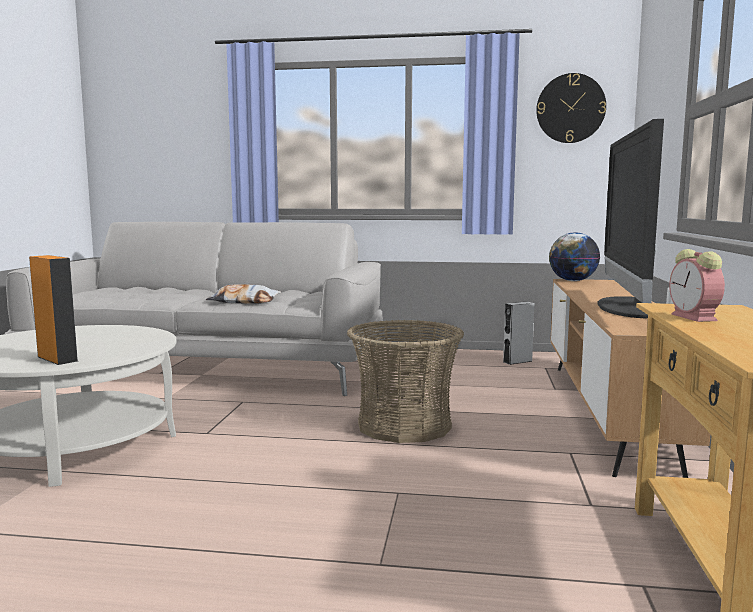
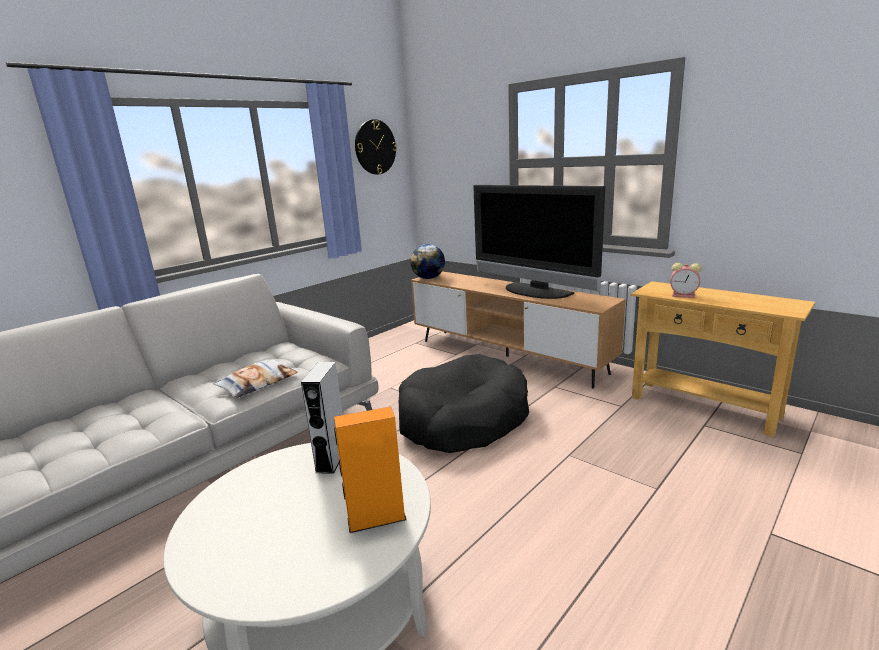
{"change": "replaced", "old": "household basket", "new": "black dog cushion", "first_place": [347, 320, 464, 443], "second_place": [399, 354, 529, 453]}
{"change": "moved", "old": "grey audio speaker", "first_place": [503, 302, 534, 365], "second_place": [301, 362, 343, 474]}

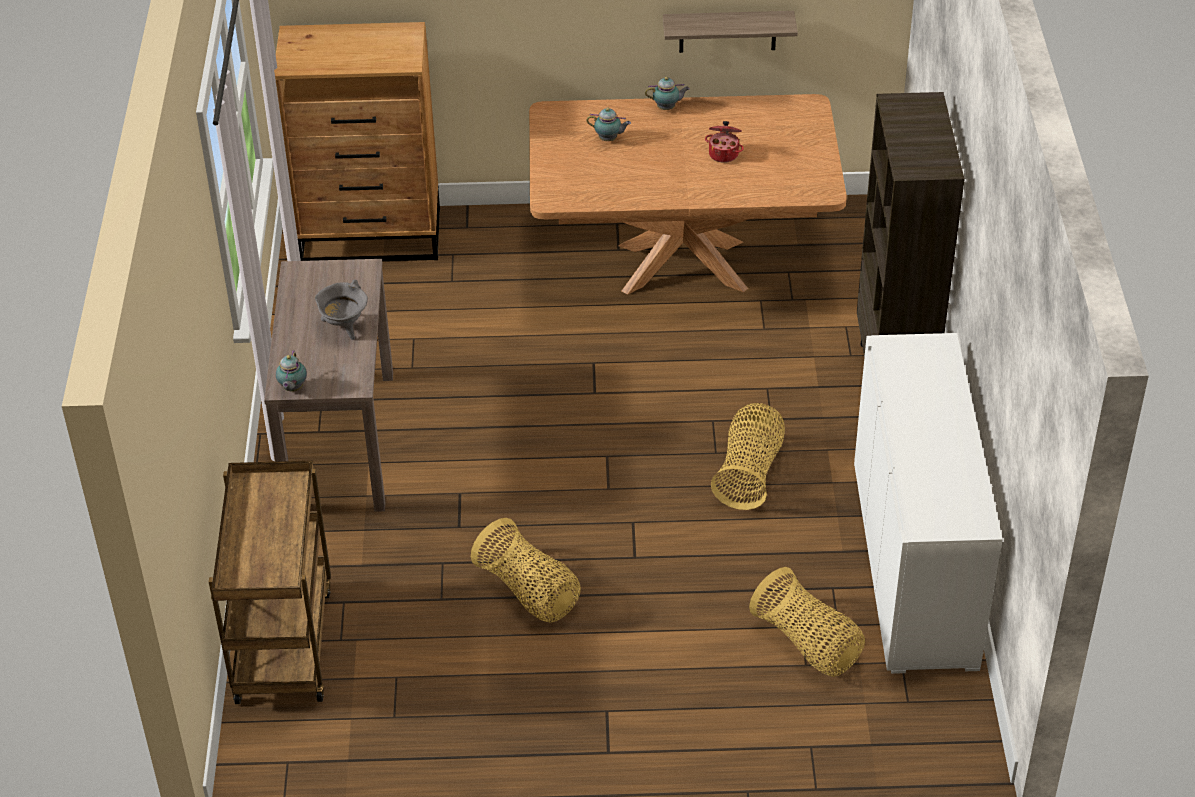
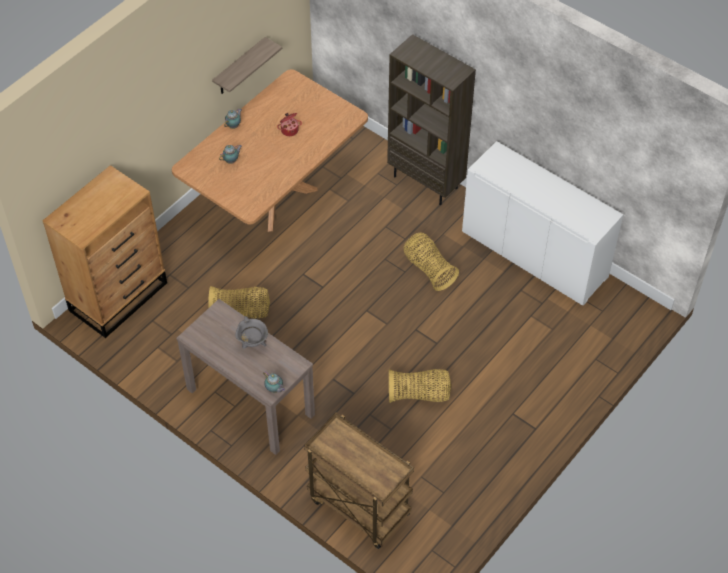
{"change": "moved", "old": "household basket", "first_place": [749, 567, 865, 677], "second_place": [208, 286, 270, 318]}

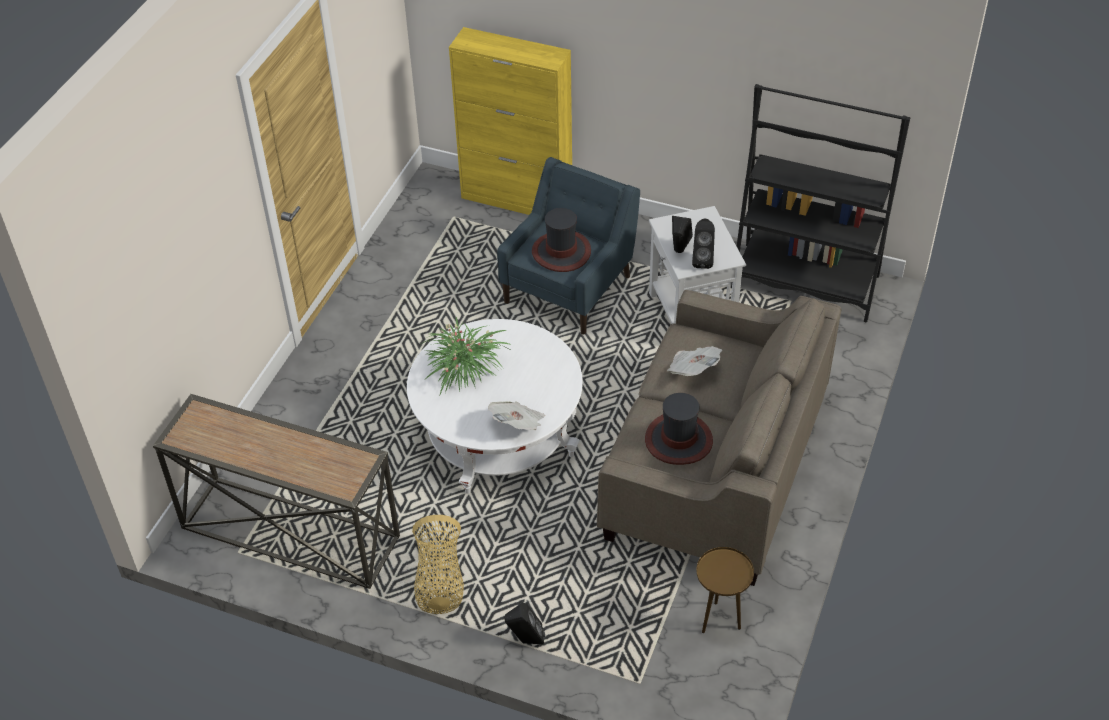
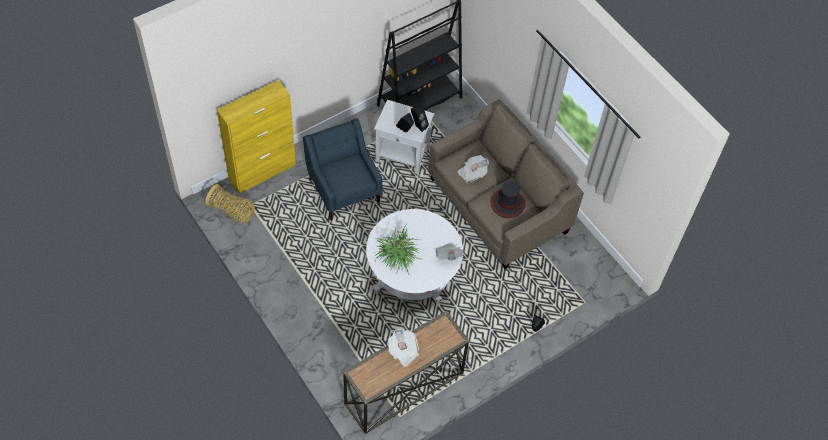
{"change": "moved", "old": "household basket", "first_place": [412, 515, 464, 614], "second_place": [205, 184, 255, 224]}
{"change": "removed", "old": "wearable hat", "first_place": [532, 208, 591, 272]}
{"change": "removed", "old": "brownish end table", "first_place": [696, 547, 754, 633]}
{"change": "added", "new": "newspaper", "second_place": [388, 328, 419, 367]}

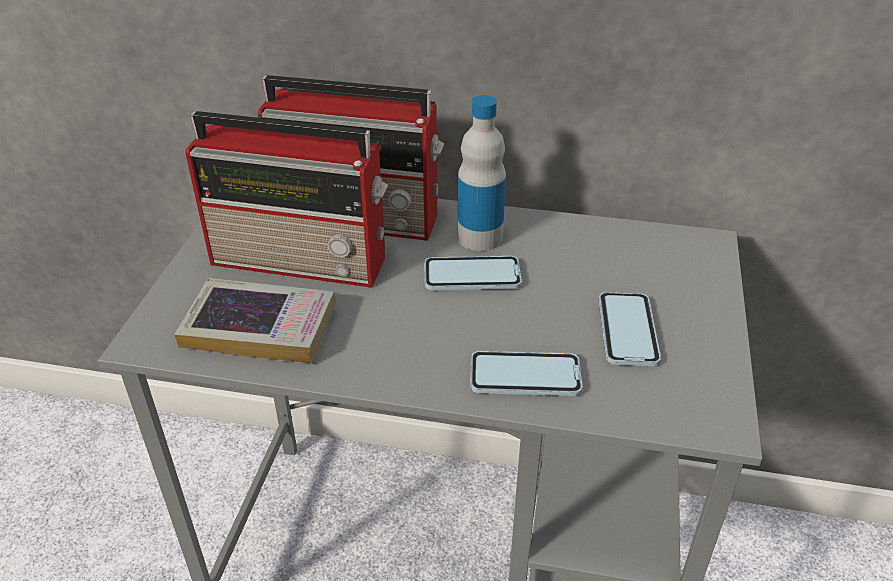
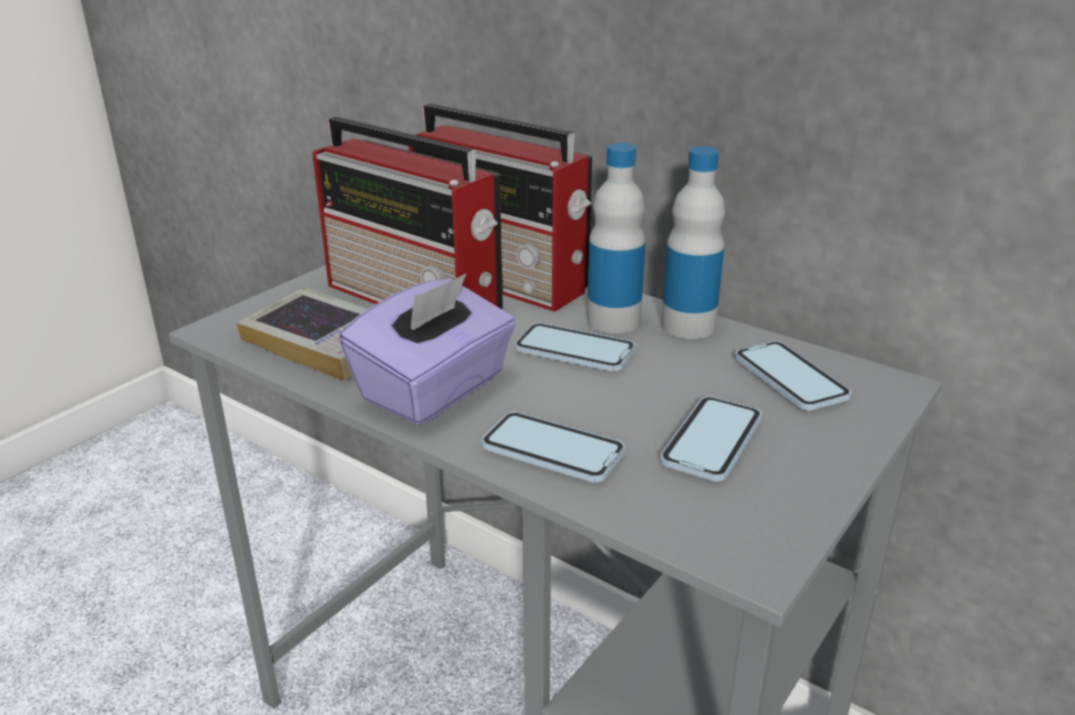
{"change": "added", "new": "purplish tissue box", "second_place": [339, 274, 516, 425]}
{"change": "added", "new": "bottle", "second_place": [661, 147, 725, 339]}
{"change": "added", "new": "telephone", "second_place": [735, 341, 851, 411]}

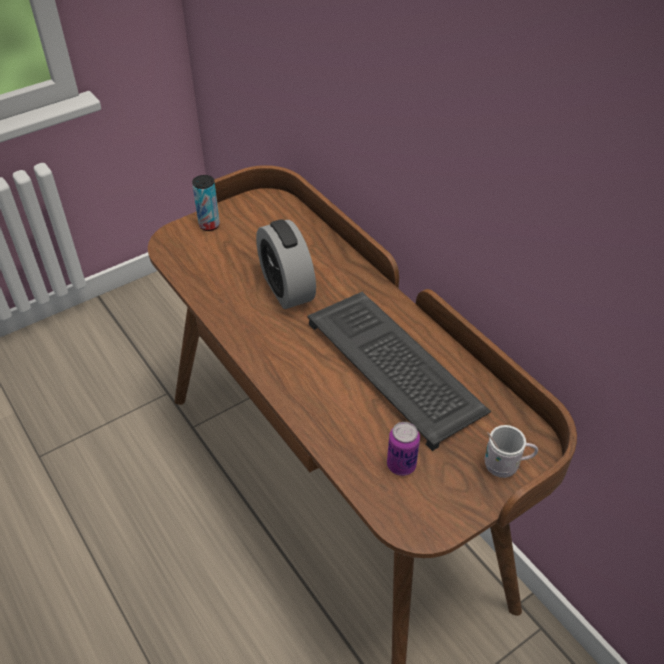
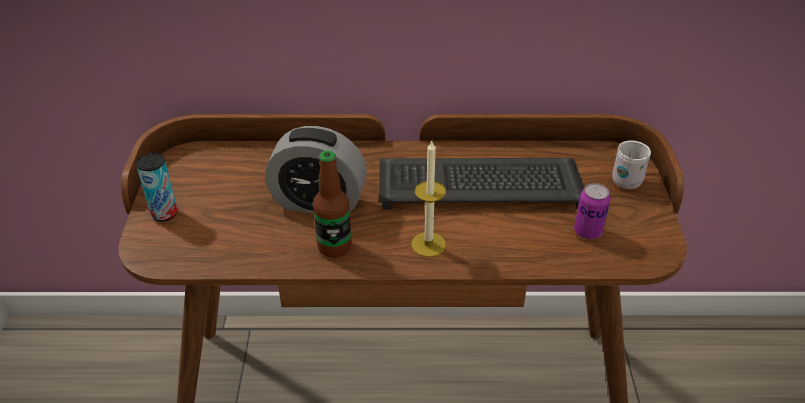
{"change": "added", "new": "bottle", "second_place": [313, 150, 352, 258]}
{"change": "added", "new": "wax light", "second_place": [411, 141, 446, 257]}

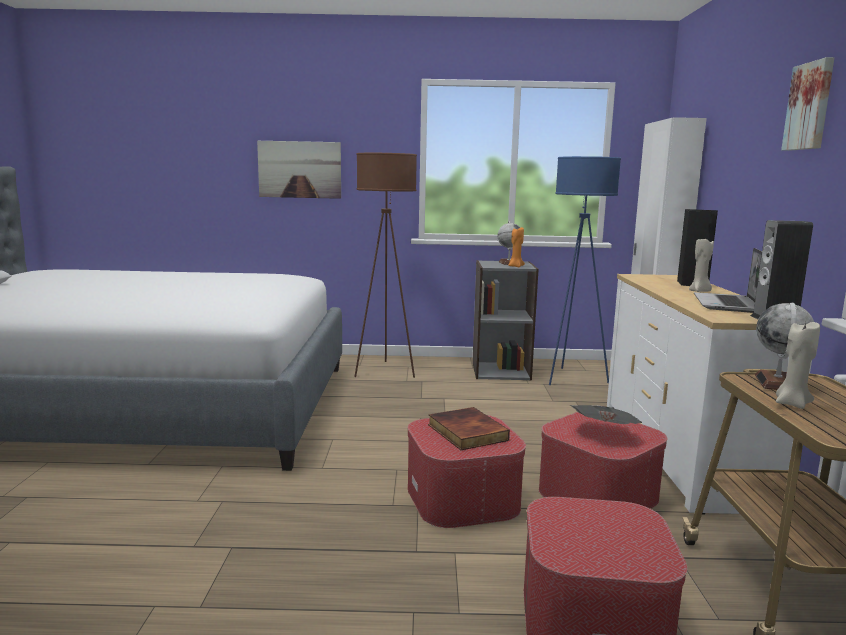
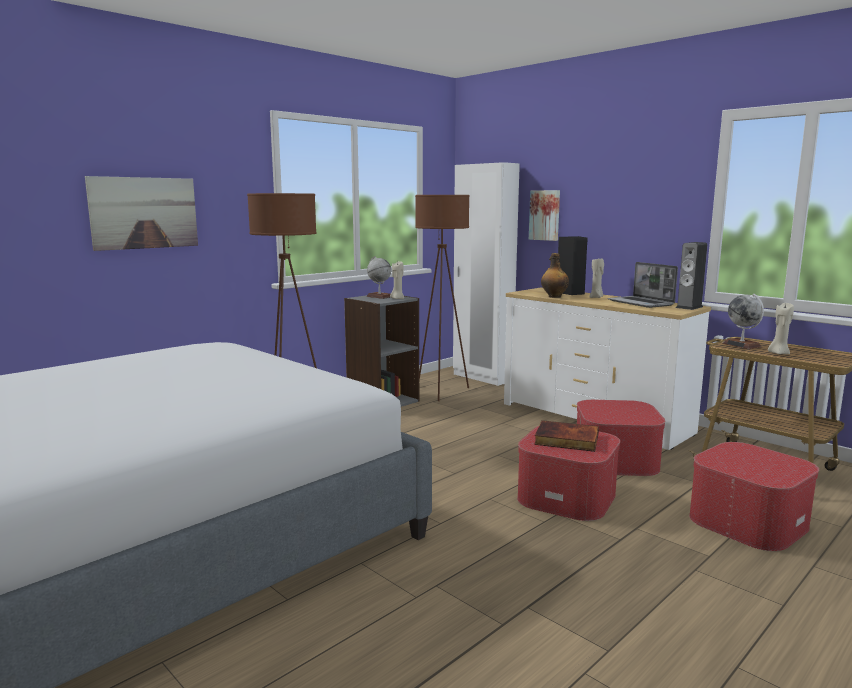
{"change": "recoloured", "old": "orange-coloured wax light", "new": "beige-coloured wax light", "first_place": [508, 227, 525, 267], "second_place": [390, 261, 404, 299]}
{"change": "recoloured", "old": "blue-coloured floor lamp", "new": "brownish floor lamp", "first_place": [549, 156, 621, 385], "second_place": [415, 195, 470, 401]}
{"change": "removed", "old": "newspaper", "first_place": [569, 405, 642, 424]}
{"change": "moved", "old": "wall art", "first_place": [781, 57, 834, 151], "second_place": [529, 190, 560, 241]}
{"change": "added", "new": "bottle", "second_place": [541, 253, 569, 298]}

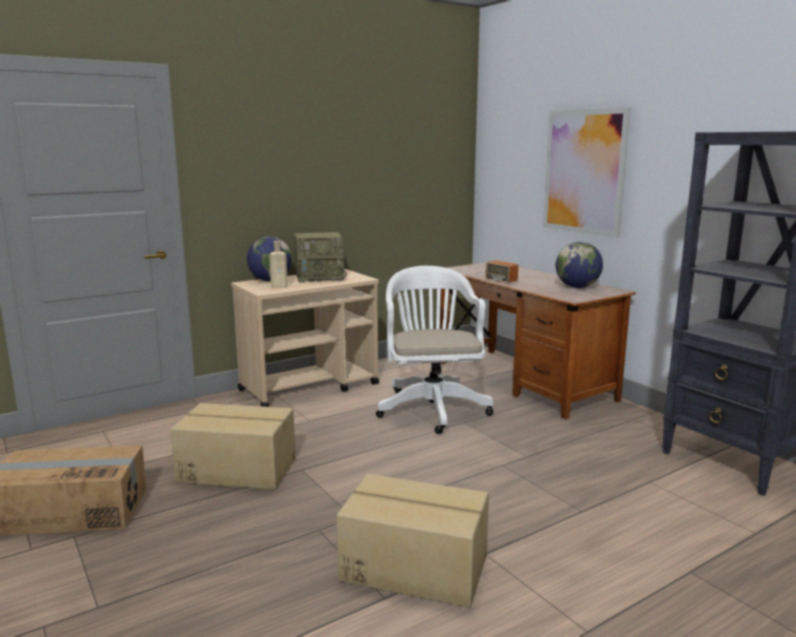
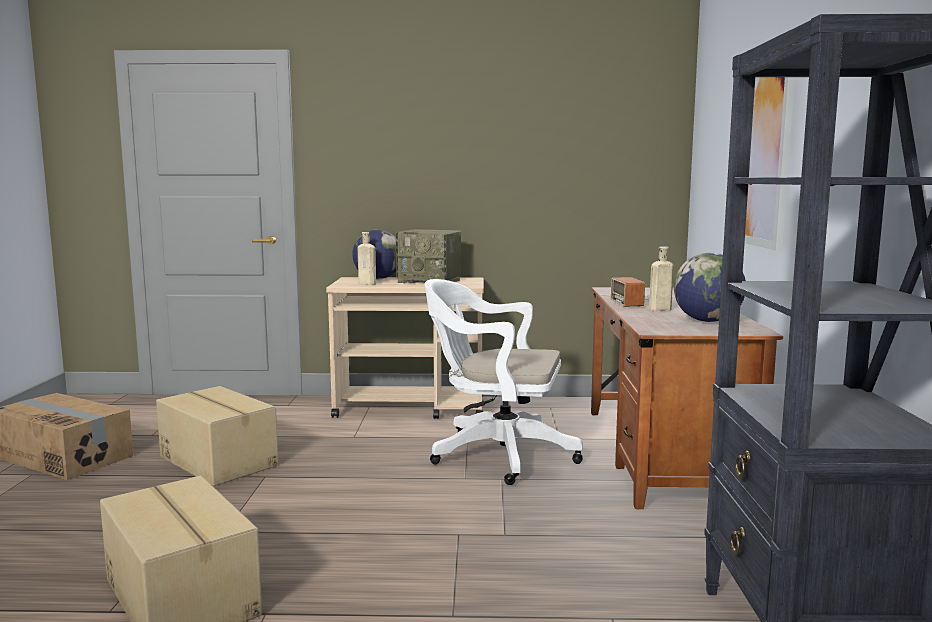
{"change": "turned", "old": "white-coloured computer chair", "first_place": [376, 266, 493, 434], "second_place": [425, 279, 583, 485], "degrees": -105}
{"change": "added", "new": "beige-coloured bottle", "second_place": [649, 246, 674, 311]}

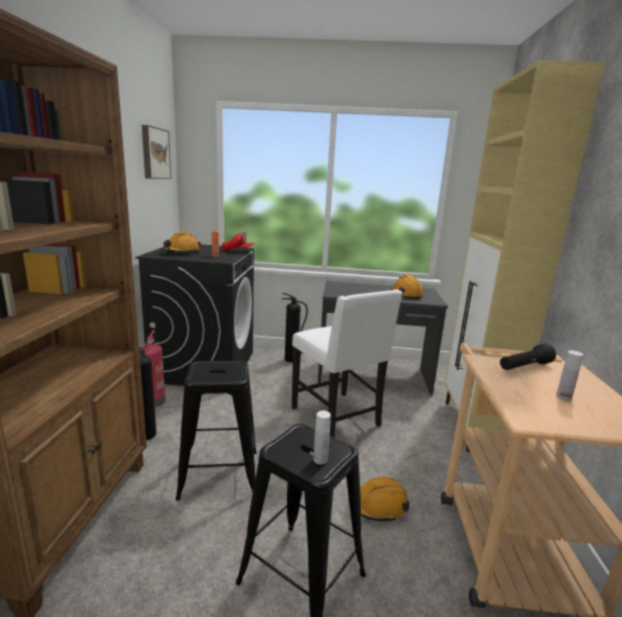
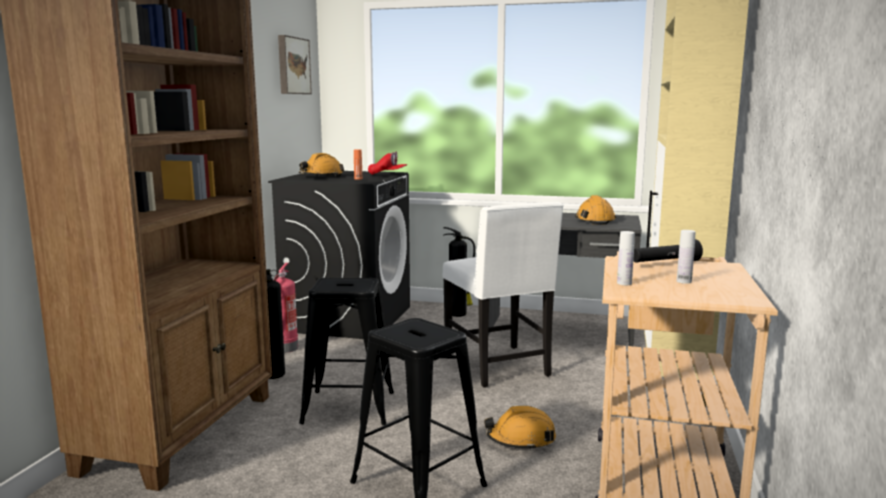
{"change": "moved", "old": "white-coloured bottle", "first_place": [313, 411, 331, 464], "second_place": [617, 231, 635, 285]}

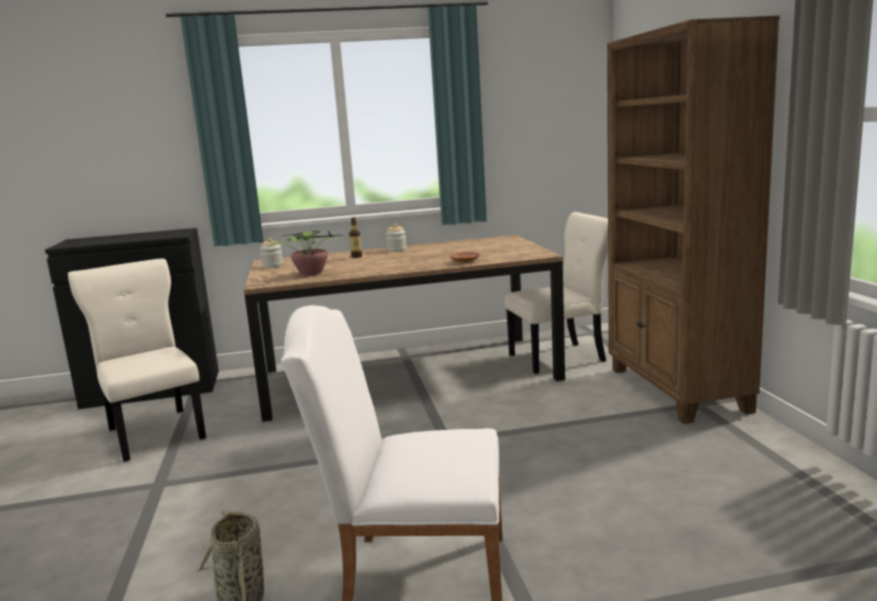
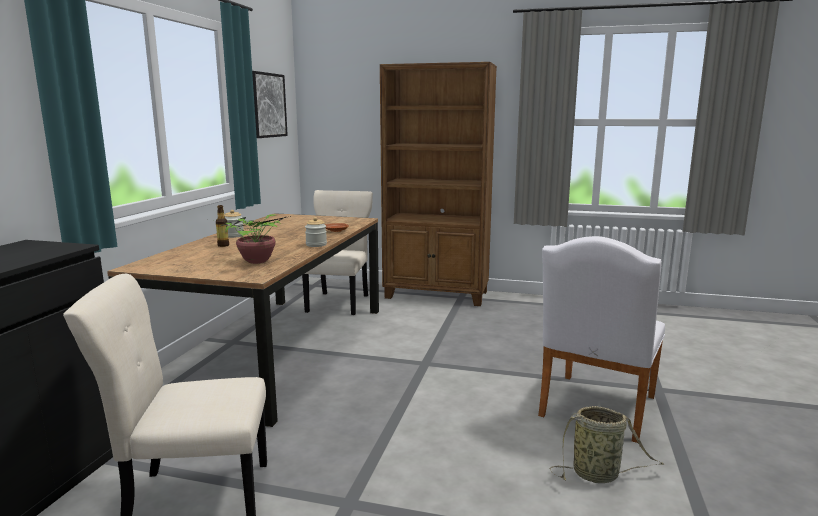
{"change": "moved", "old": "jar", "first_place": [260, 238, 283, 268], "second_place": [305, 217, 327, 247]}
{"change": "added", "new": "wall art", "second_place": [252, 71, 288, 138]}

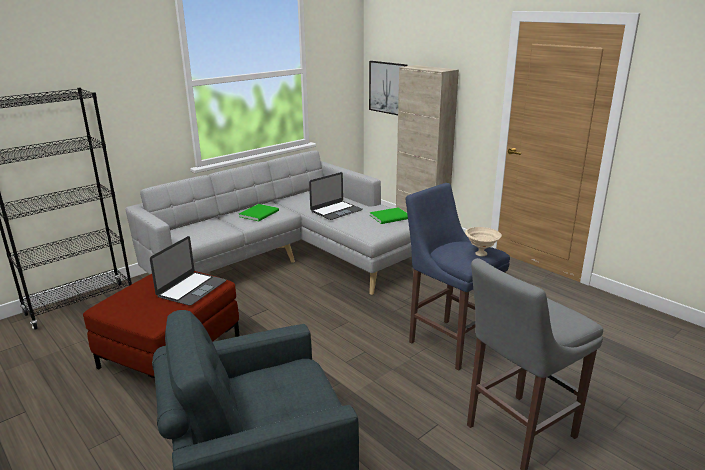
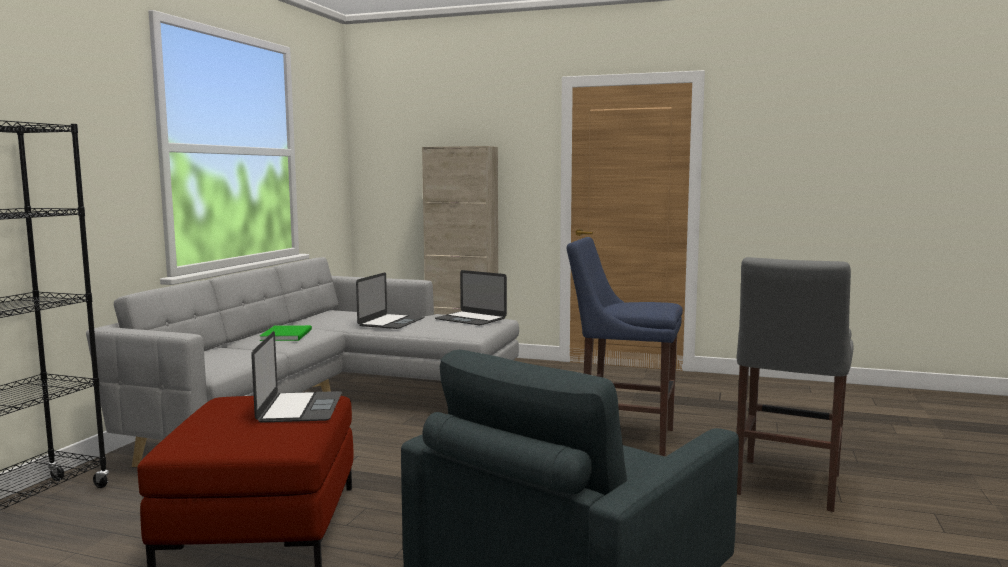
{"change": "removed", "old": "wall art", "first_place": [369, 61, 407, 115]}
{"change": "replaced", "old": "green-coloured volume", "new": "laptop", "first_place": [370, 207, 408, 224], "second_place": [435, 270, 507, 325]}
{"change": "removed", "old": "beige-coloured deep dish", "first_place": [465, 227, 502, 257]}

